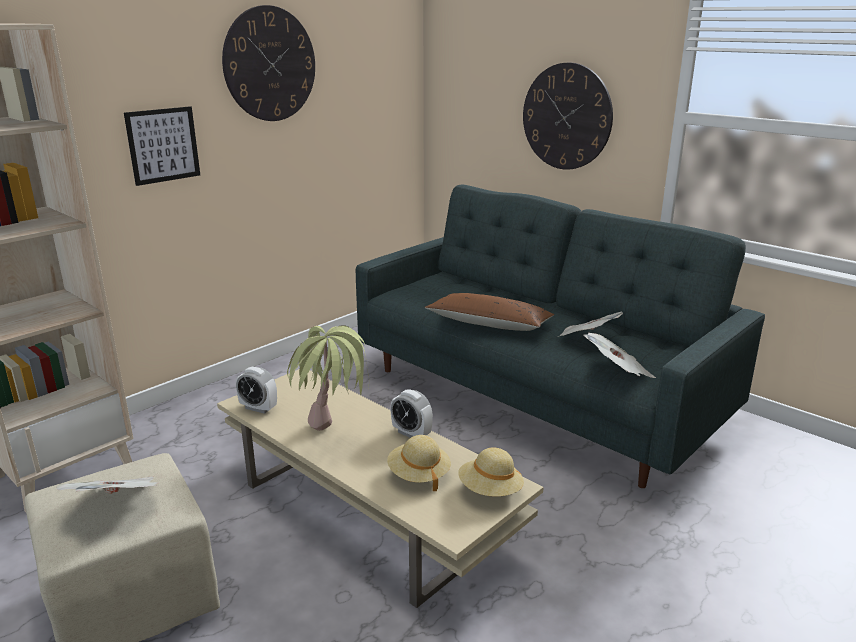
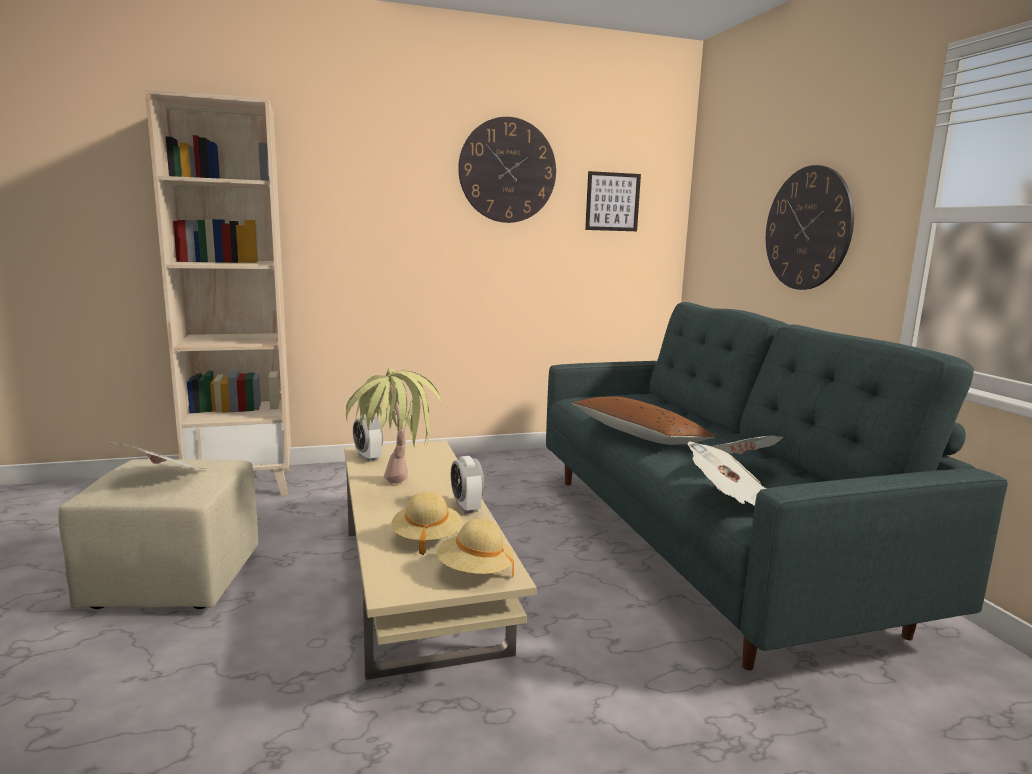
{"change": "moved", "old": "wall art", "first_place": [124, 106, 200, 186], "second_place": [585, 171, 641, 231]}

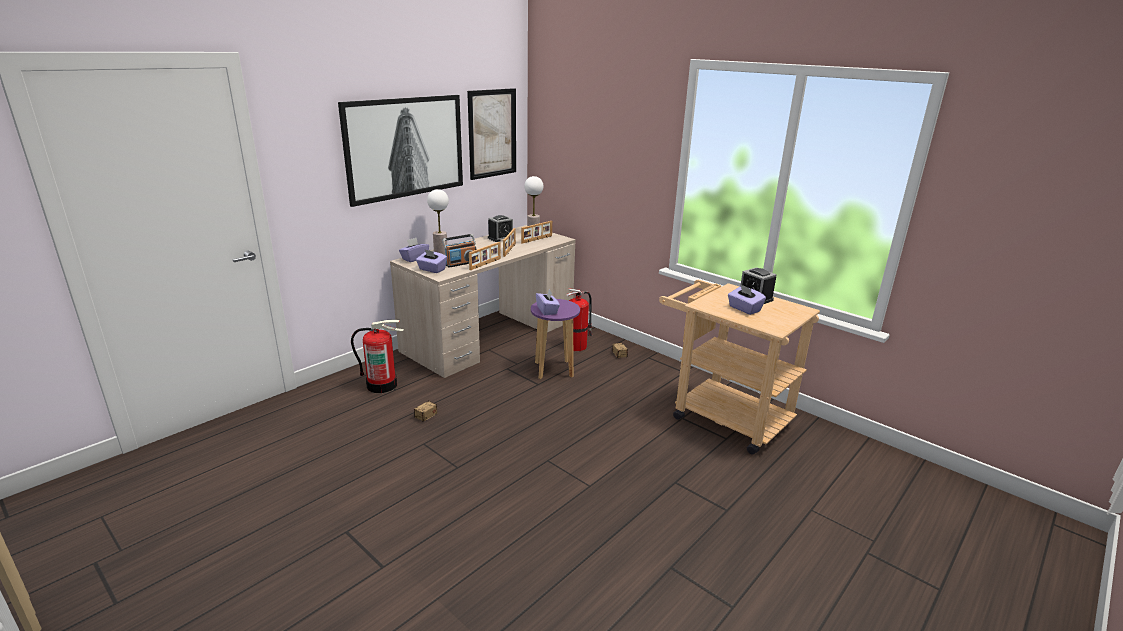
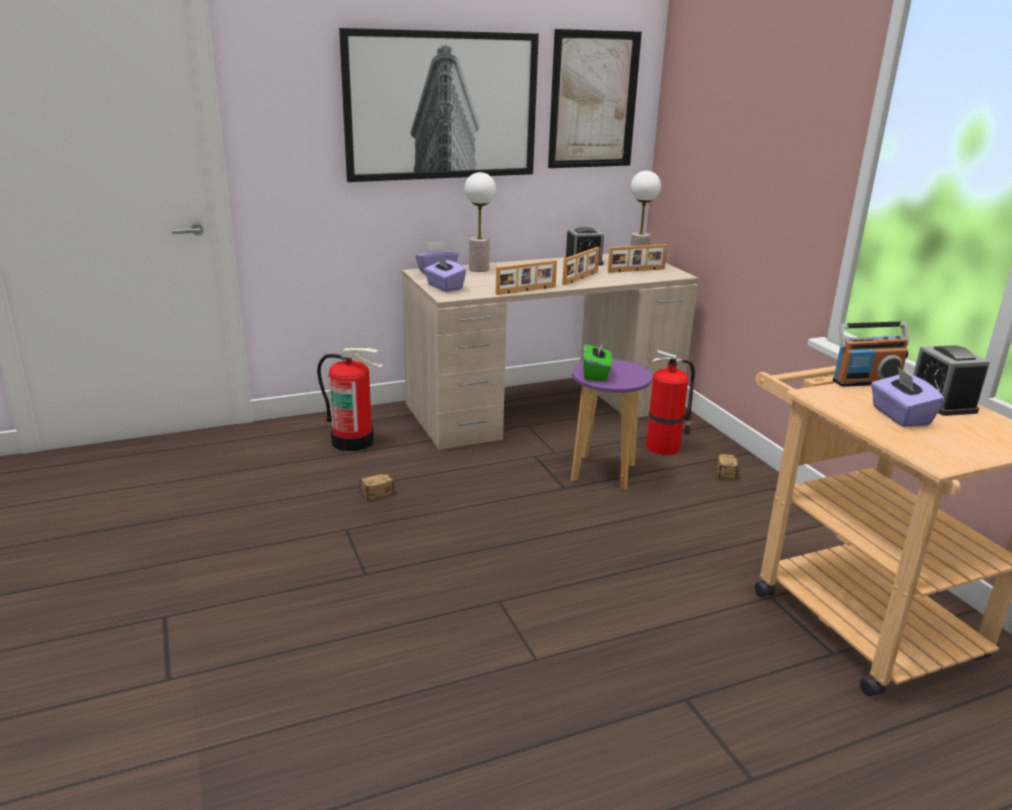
{"change": "moved", "old": "radio receiver", "first_place": [442, 234, 476, 268], "second_place": [833, 321, 909, 387]}
{"change": "recoloured", "old": "purplish tissue box", "new": "green-coloured tissue box", "first_place": [536, 290, 560, 315], "second_place": [583, 340, 612, 381]}

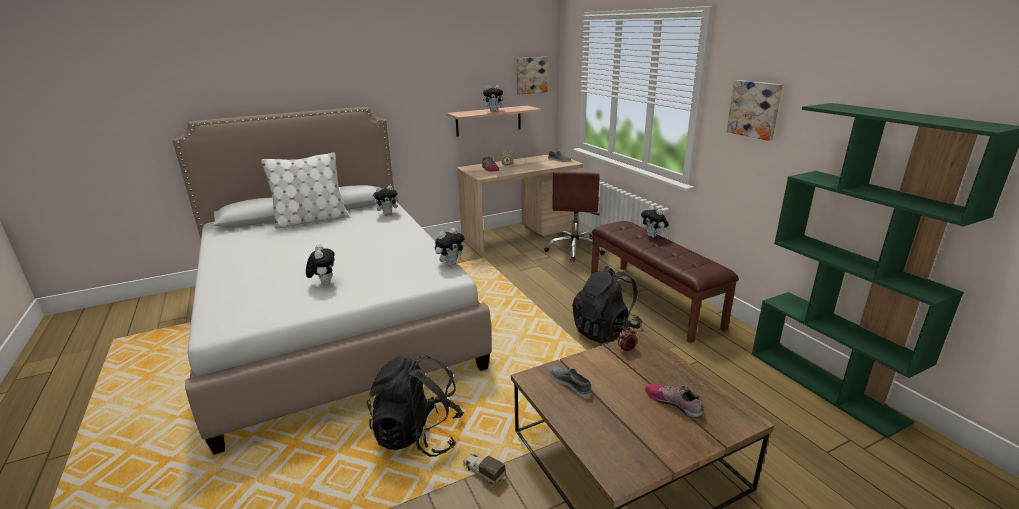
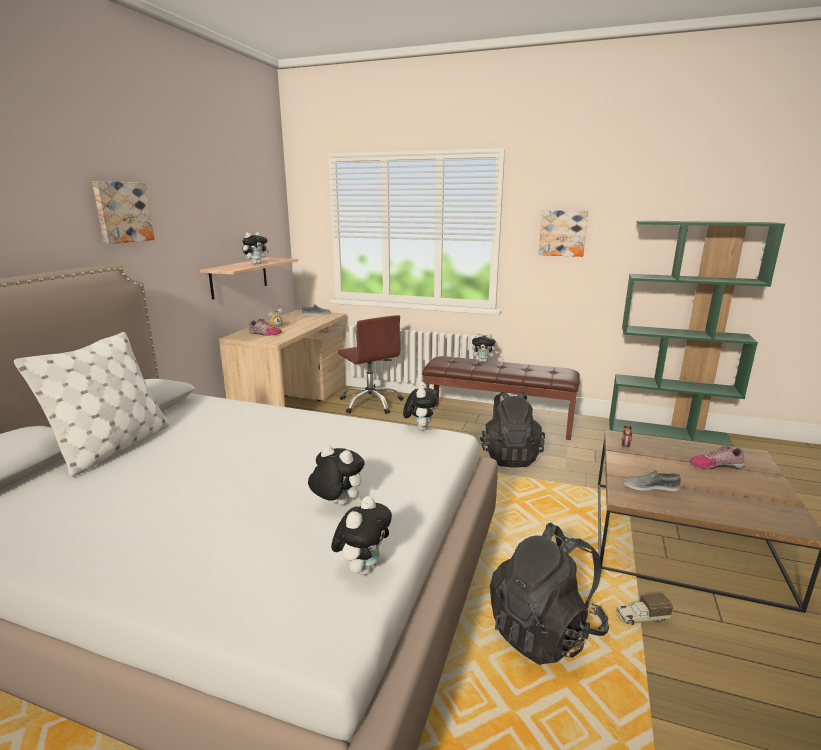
{"change": "moved", "old": "cuddly toy", "first_place": [373, 185, 401, 215], "second_place": [331, 496, 392, 575]}
{"change": "moved", "old": "wall art", "first_place": [516, 57, 548, 94], "second_place": [92, 181, 155, 244]}

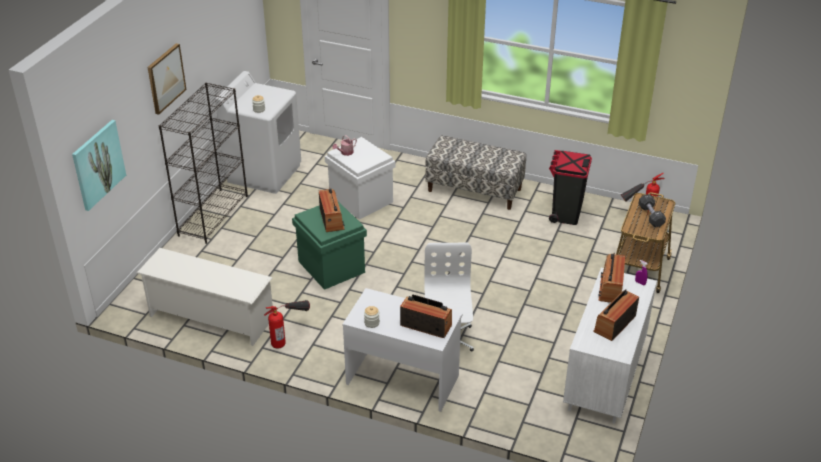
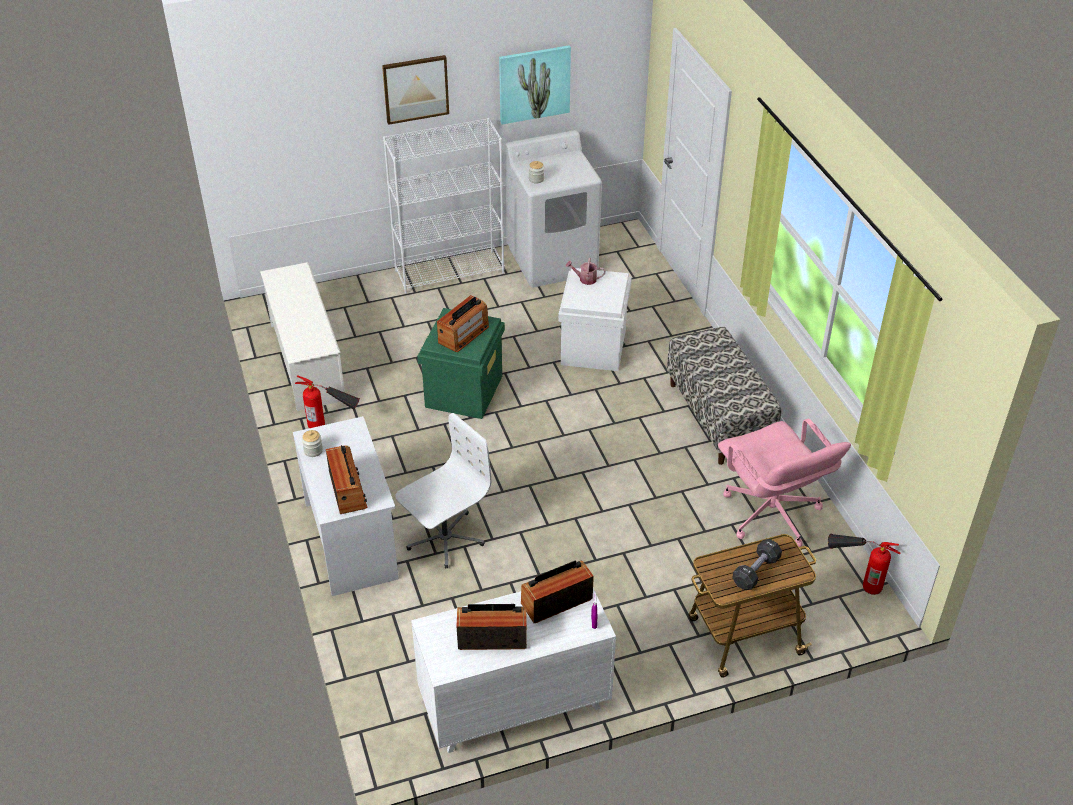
{"change": "moved", "old": "wall art", "first_place": [72, 120, 126, 211], "second_place": [499, 45, 571, 124]}
{"change": "recoloured", "old": "black shelving unit", "new": "white-coloured shelving unit", "first_place": [159, 82, 248, 244], "second_place": [383, 118, 505, 294]}
{"change": "replaced", "old": "black rubbish bin", "new": "pinkish computer chair", "first_place": [549, 150, 592, 225], "second_place": [718, 419, 851, 547]}

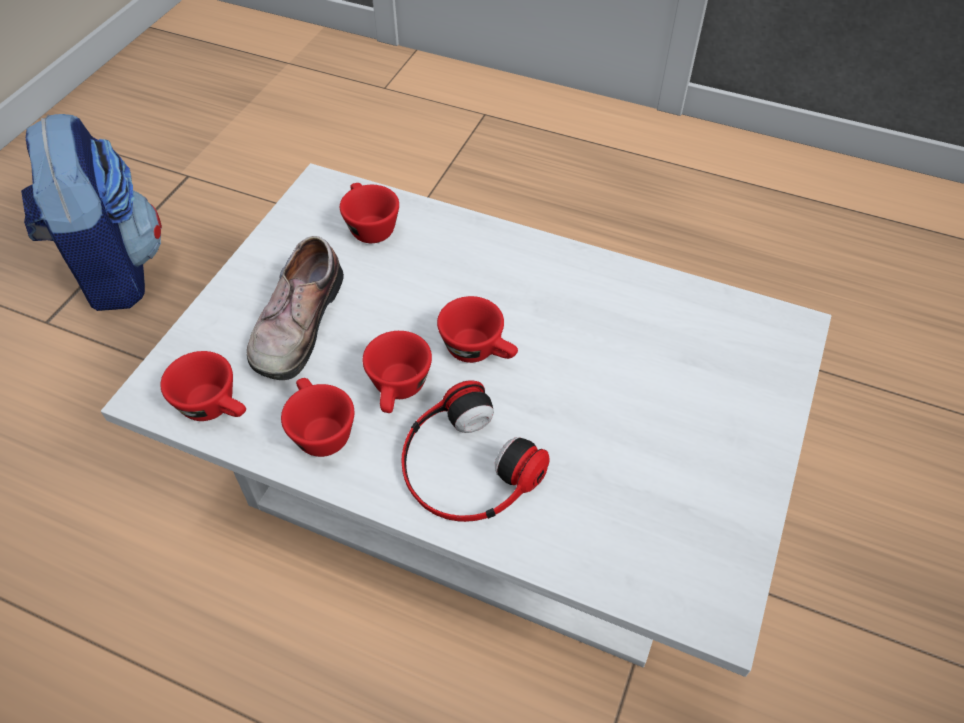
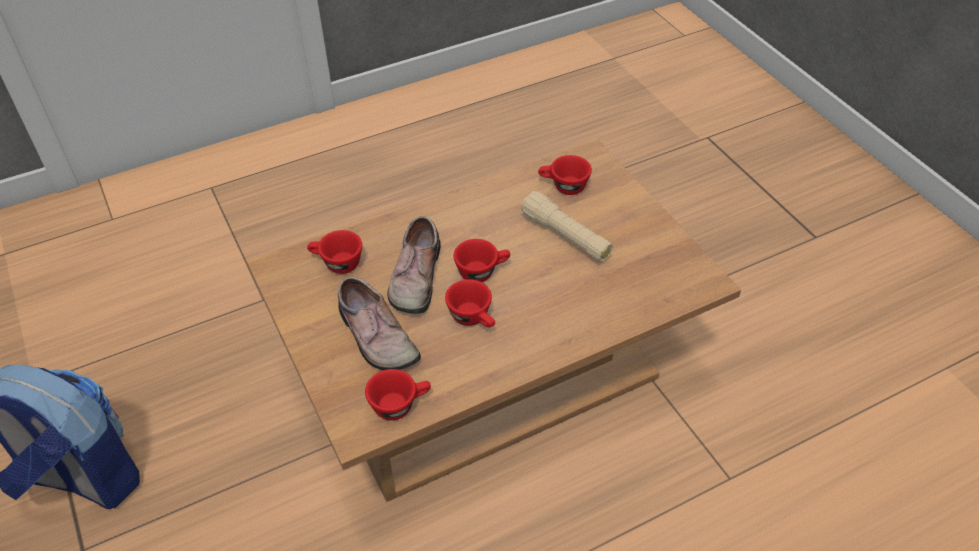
{"change": "recoloured", "old": "white-coloured low table", "new": "brownish low table", "first_place": [101, 163, 832, 677], "second_place": [246, 138, 741, 502]}
{"change": "moved", "old": "reddish drinking cup", "first_place": [281, 378, 354, 457], "second_place": [538, 155, 592, 195]}
{"change": "removed", "old": "headset", "first_place": [402, 380, 550, 522]}
{"change": "added", "new": "low shoe", "second_place": [387, 216, 441, 314]}
{"change": "added", "new": "beige-coloured torch", "second_place": [521, 191, 613, 262]}

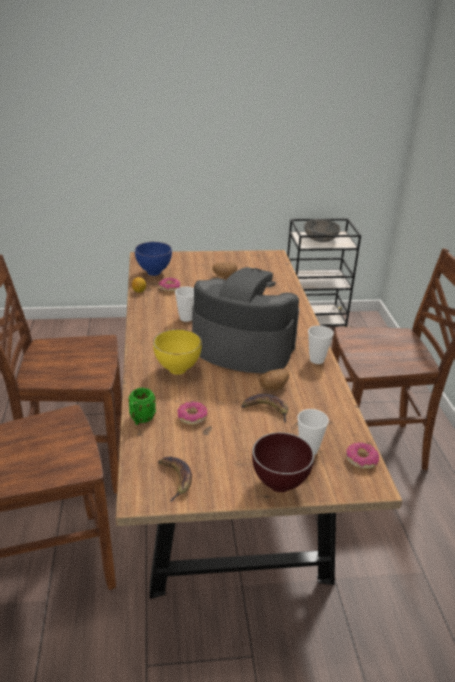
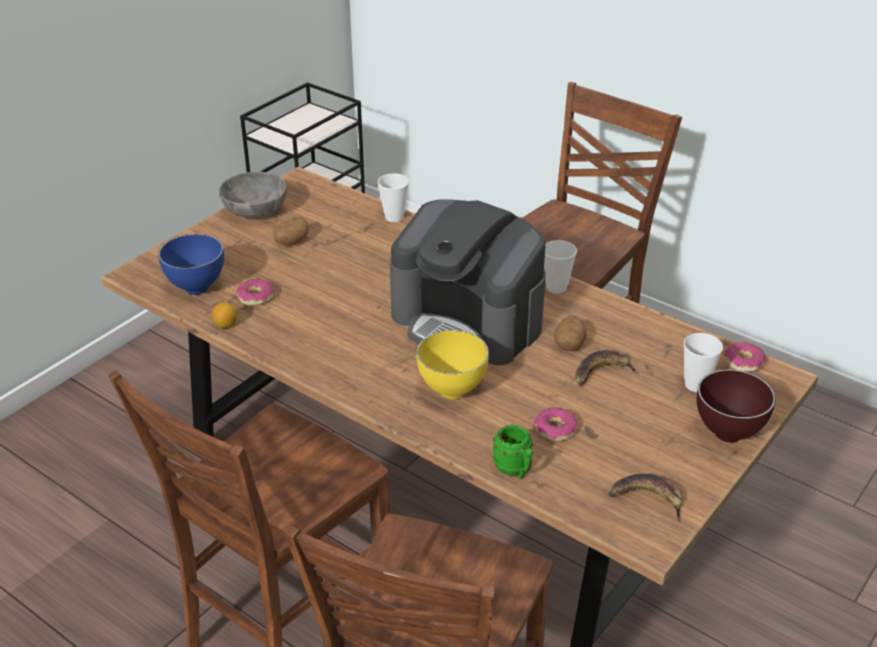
{"change": "moved", "old": "drinking cup", "first_place": [175, 287, 194, 322], "second_place": [378, 173, 409, 222]}
{"change": "turned", "old": "coffee brewer", "first_place": [192, 267, 299, 373], "second_place": [390, 199, 546, 365], "degrees": -120}
{"change": "moved", "old": "grey deep dish", "first_place": [304, 219, 341, 242], "second_place": [219, 172, 287, 218]}

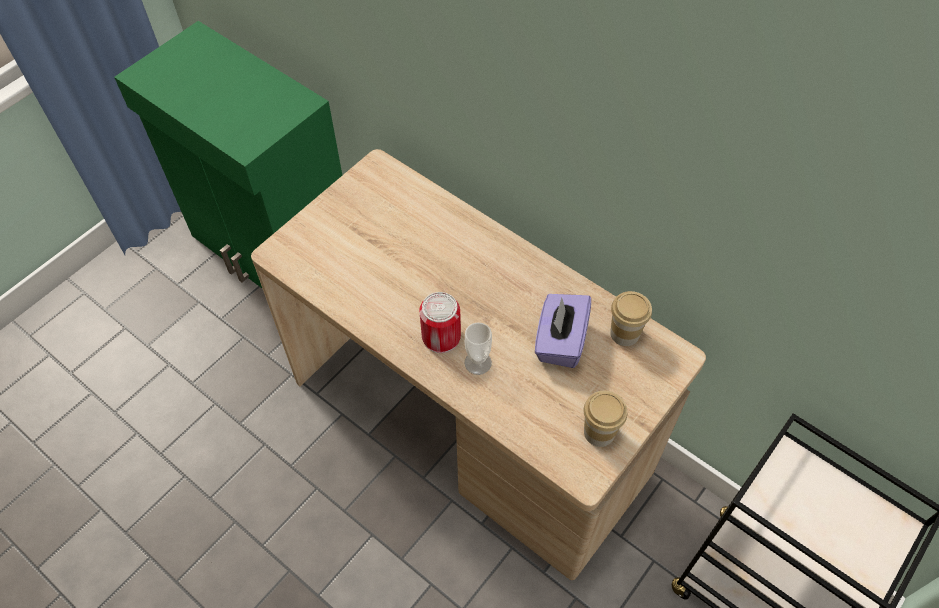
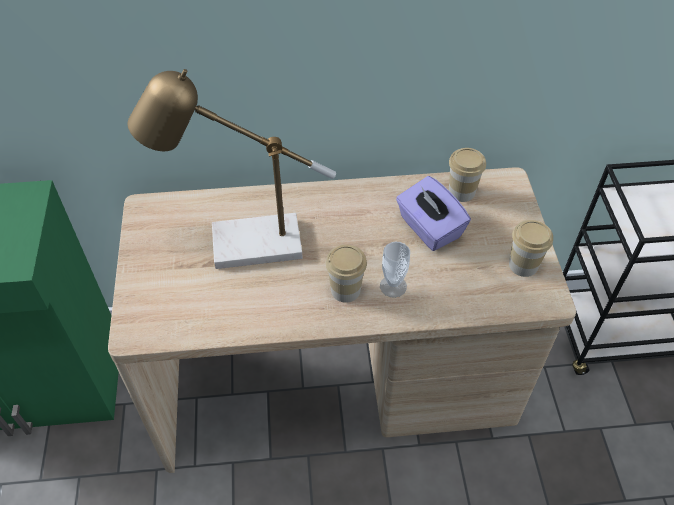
{"change": "replaced", "old": "can", "new": "drinking cup", "first_place": [419, 292, 461, 353], "second_place": [325, 245, 367, 303]}
{"change": "added", "new": "table lamp", "second_place": [128, 69, 336, 269]}

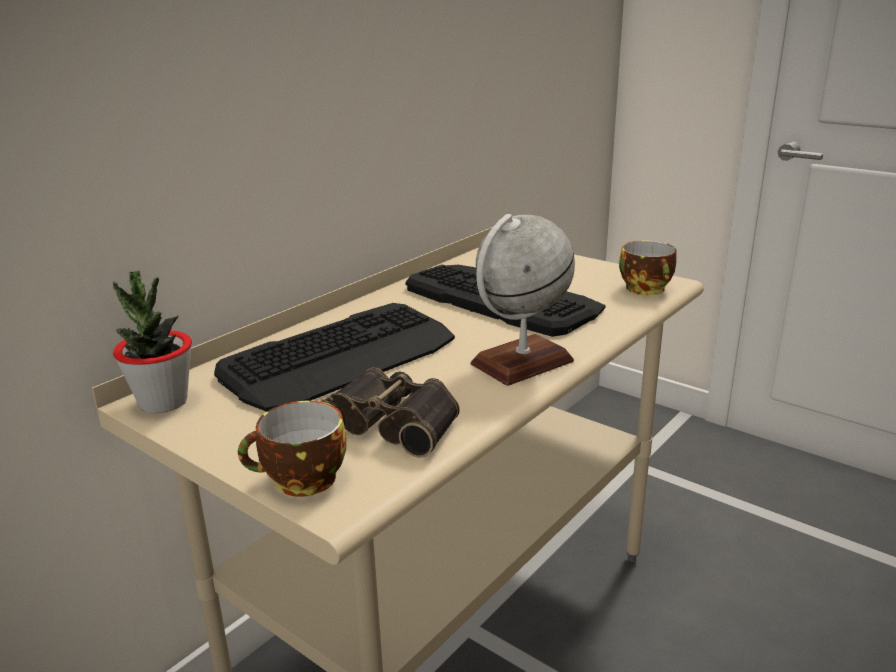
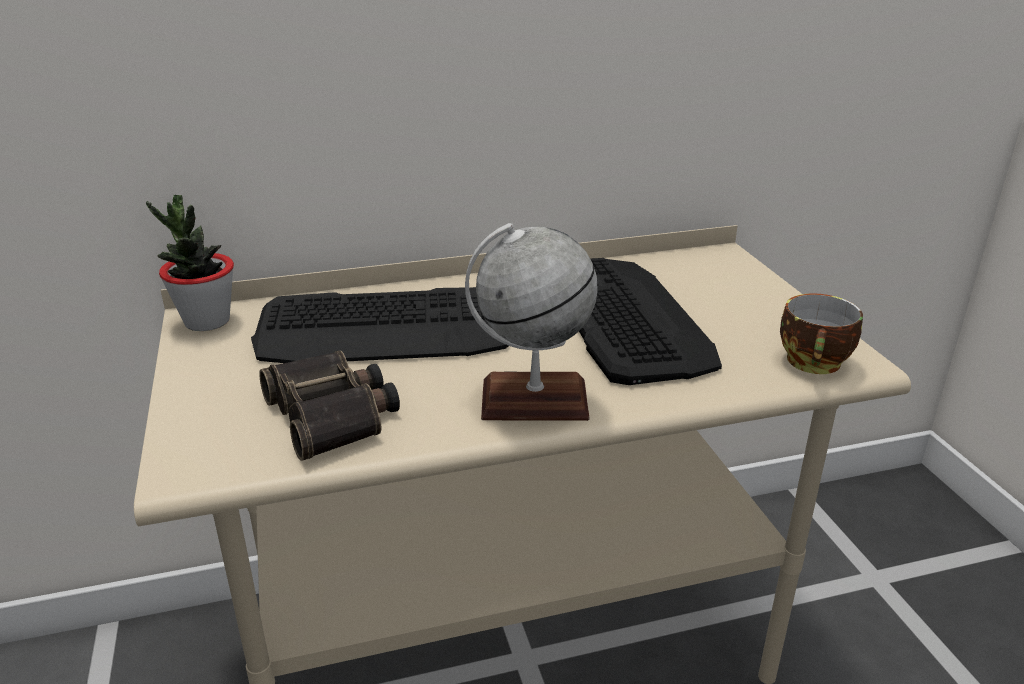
{"change": "removed", "old": "drinking cup", "first_place": [238, 401, 346, 497]}

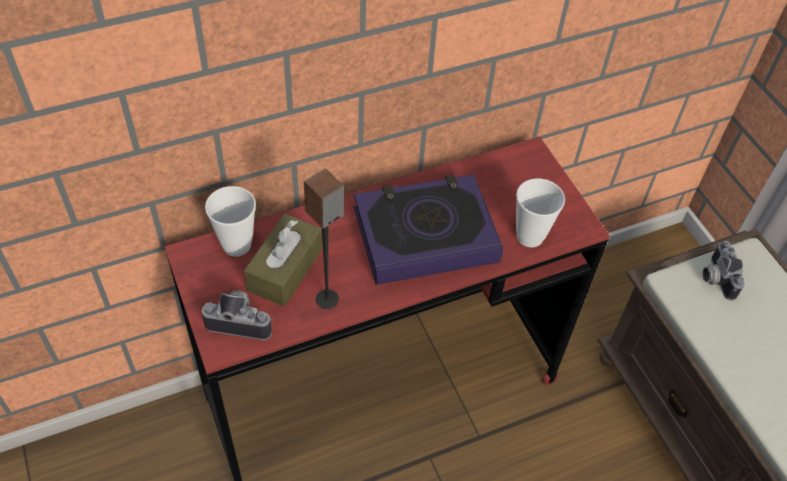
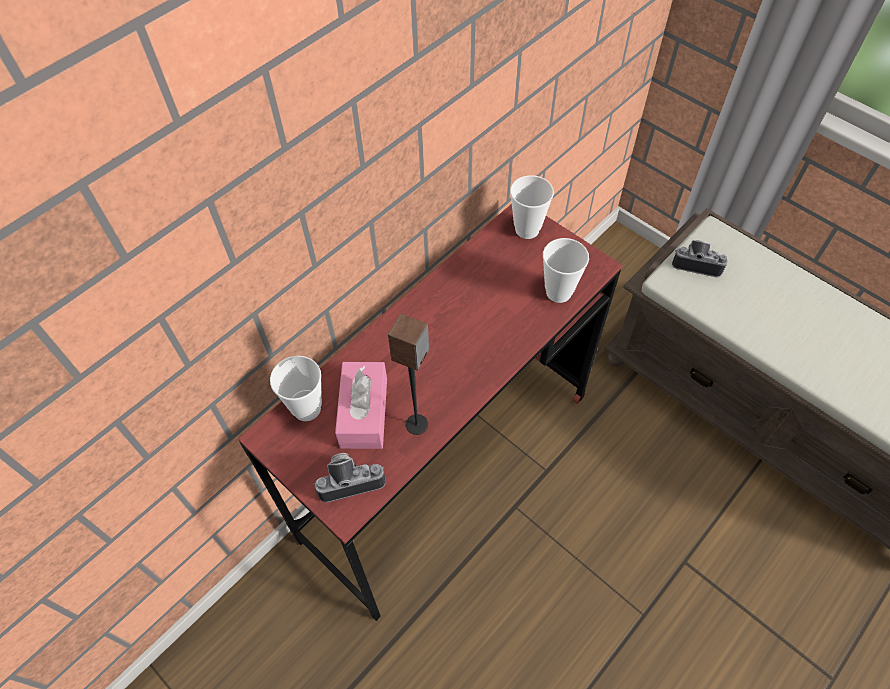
{"change": "recoloured", "old": "brownish tissue box", "new": "pinkish tissue box", "first_place": [244, 214, 322, 307], "second_place": [335, 362, 387, 449]}
{"change": "removed", "old": "volume", "first_place": [354, 175, 503, 285]}
{"change": "turned", "old": "still camera", "first_place": [703, 241, 745, 301], "second_place": [672, 240, 728, 277], "degrees": 135}
{"change": "added", "new": "drinking cup", "second_place": [510, 175, 554, 239]}

